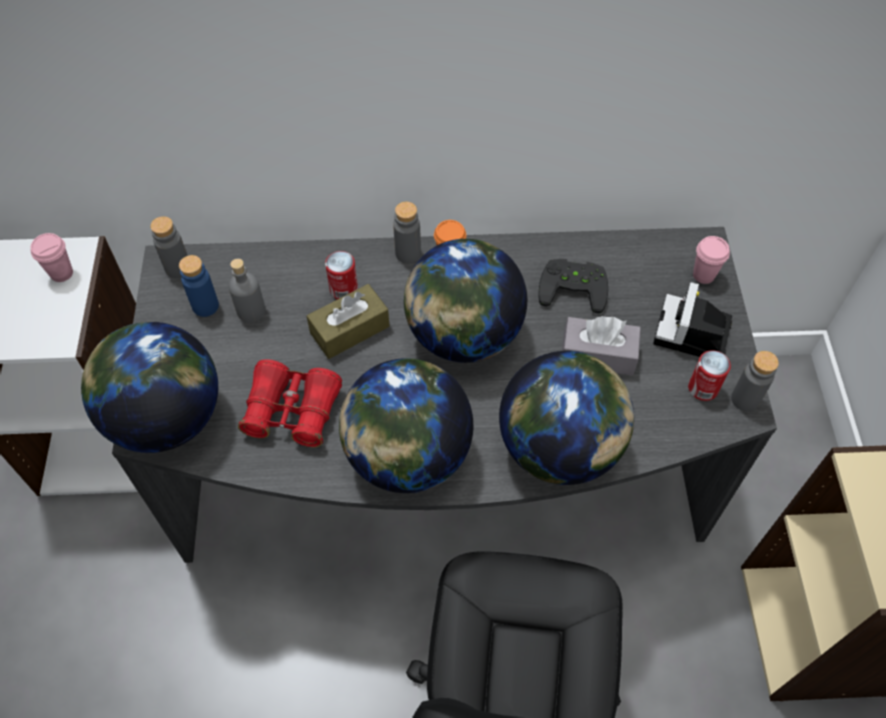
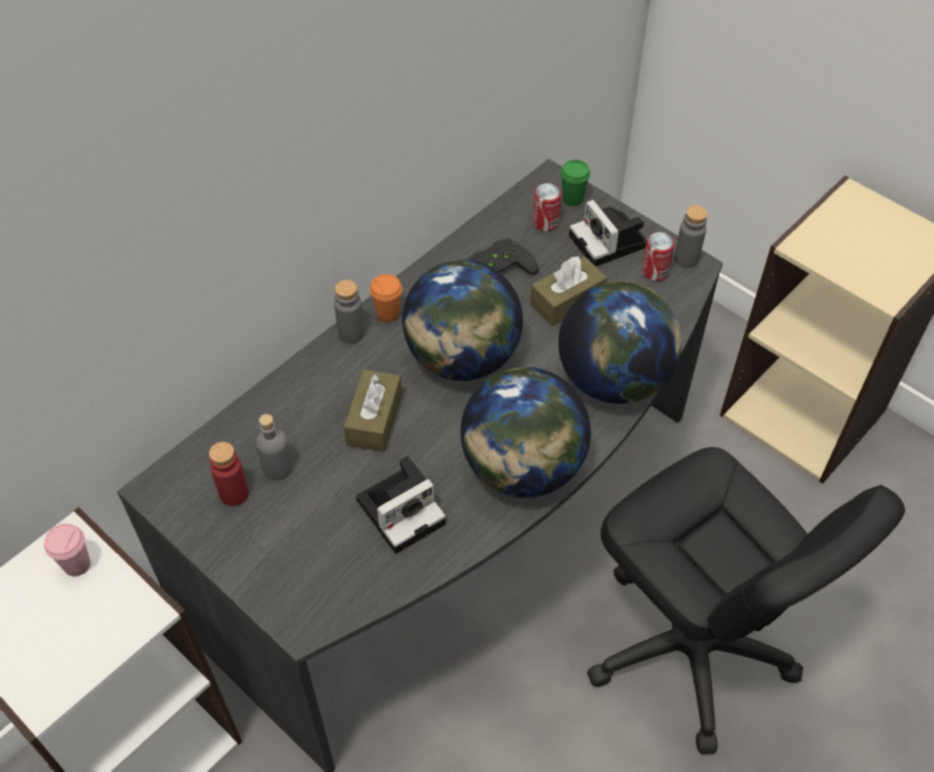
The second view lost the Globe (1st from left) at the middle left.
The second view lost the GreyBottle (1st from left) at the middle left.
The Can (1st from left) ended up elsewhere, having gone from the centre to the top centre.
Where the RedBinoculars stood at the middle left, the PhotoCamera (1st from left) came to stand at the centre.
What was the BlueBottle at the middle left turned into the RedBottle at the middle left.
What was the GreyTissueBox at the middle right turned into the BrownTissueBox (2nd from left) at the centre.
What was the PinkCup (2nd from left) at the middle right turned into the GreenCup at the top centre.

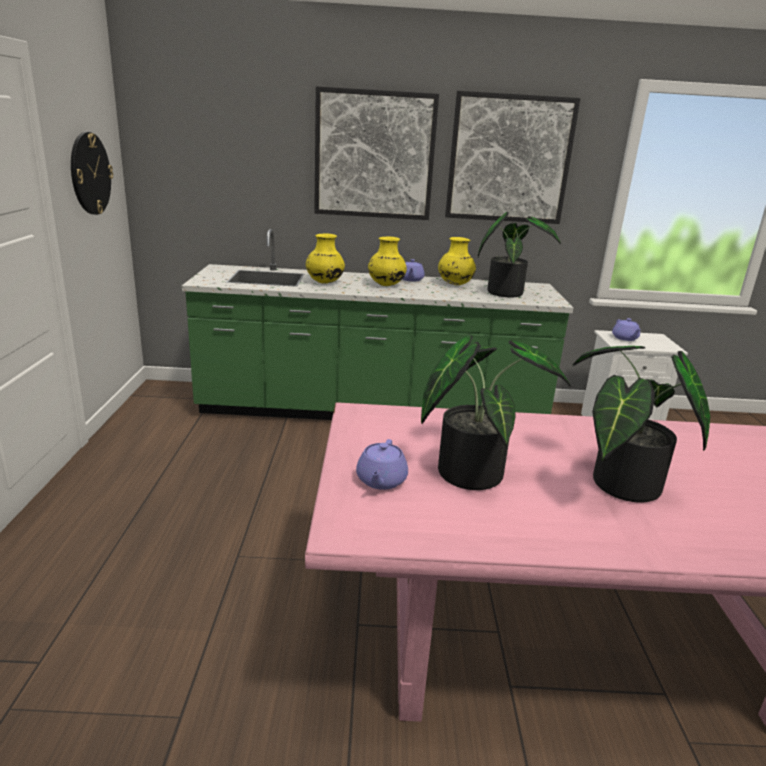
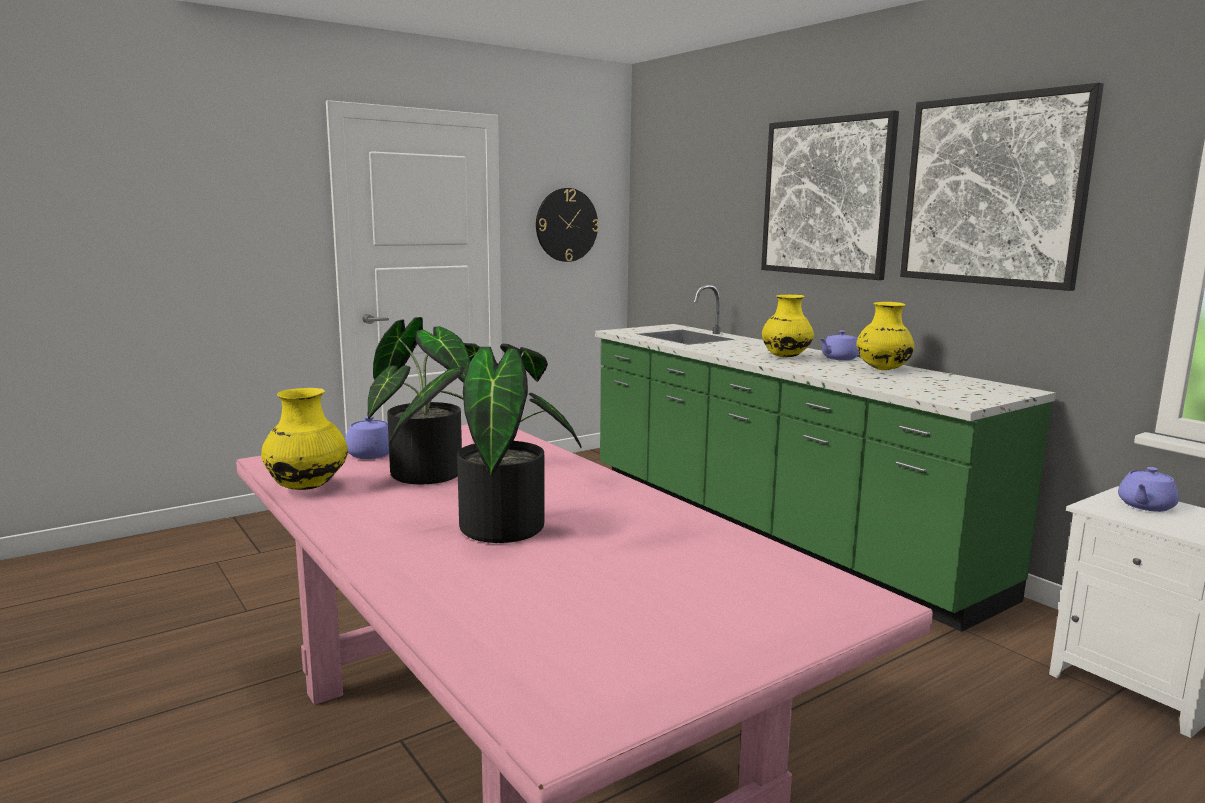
The second view lost the PottedPlant (2nd from left) at the top right.
The YellowVase (1st from left) ended up elsewhere, having gone from the centre to the middle left.

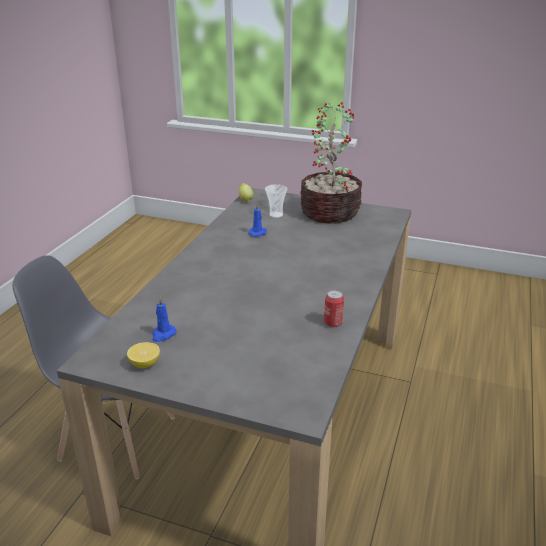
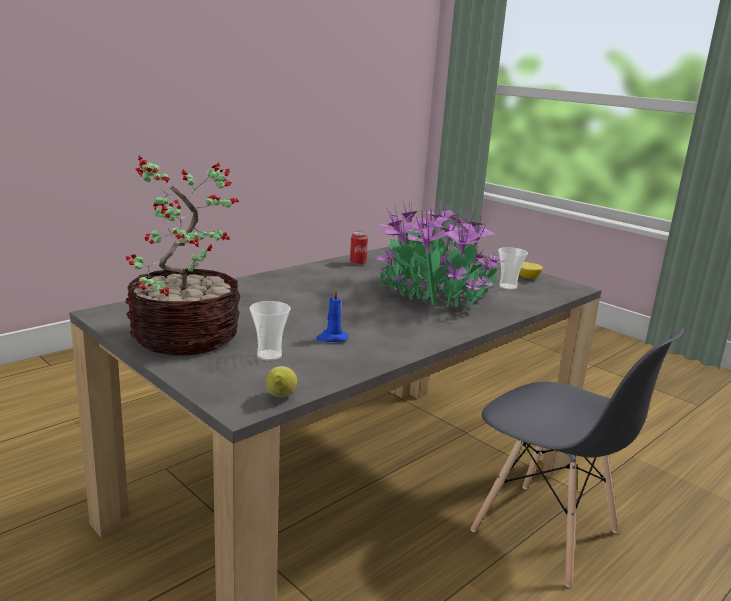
The second view gained the PottedPlant (2nd from left) at the centre.
Where the BlueCandle (1st from left) stood at the middle left, the Cup (2nd from left) came to stand at the middle right.

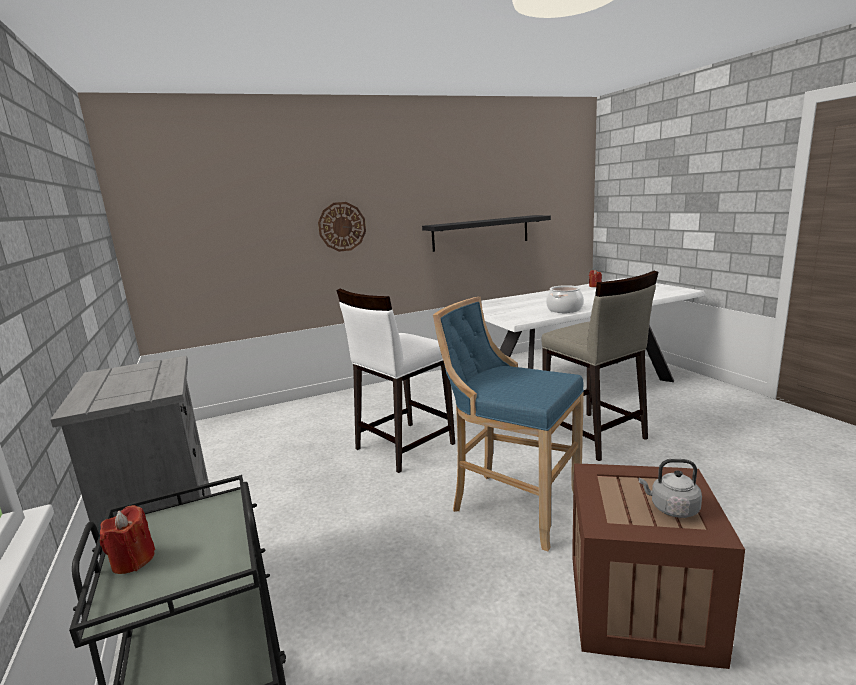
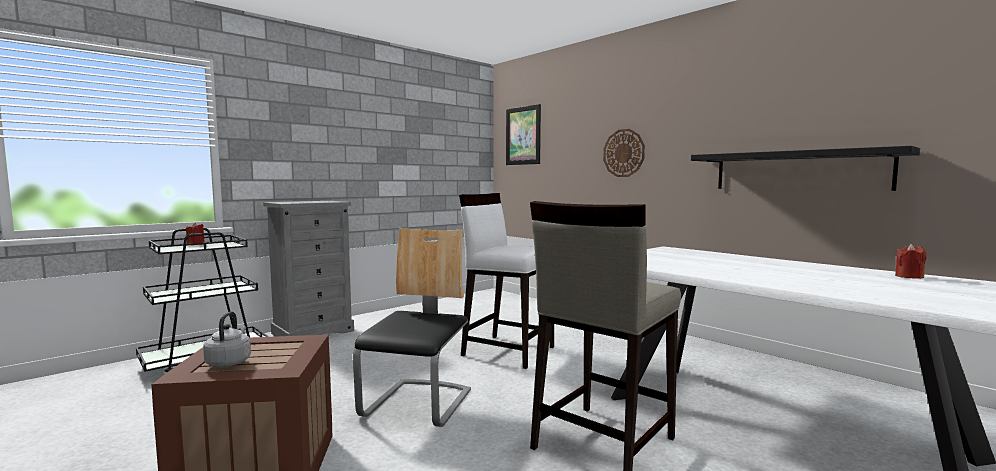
The second view lost the CookingPot at the centre.
The second view gained the Picture at the top centre.
Where the BlueStool stood at the centre, the Chair came to stand at the bottom centre.

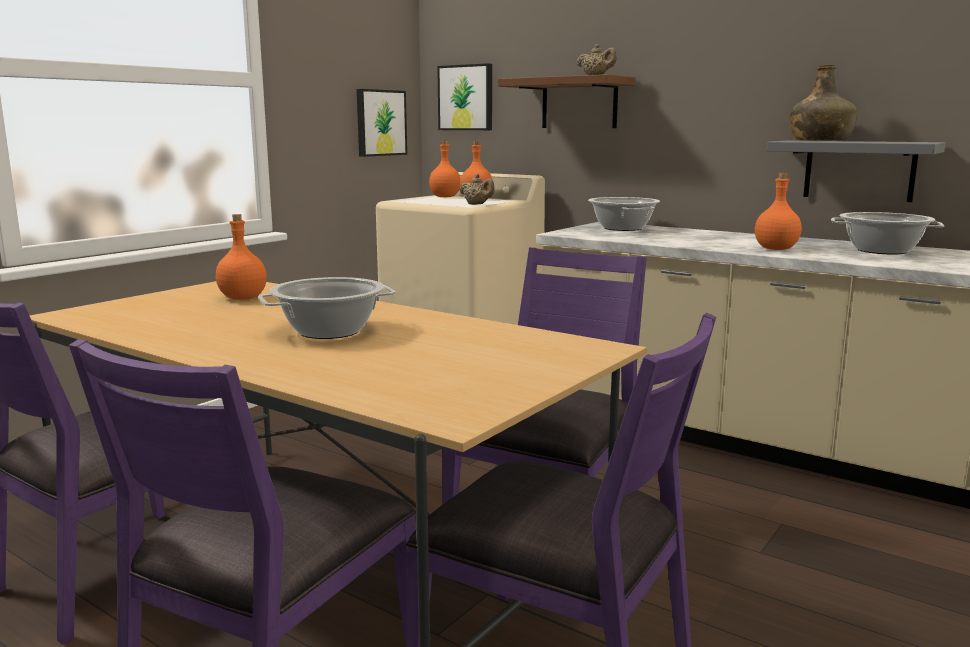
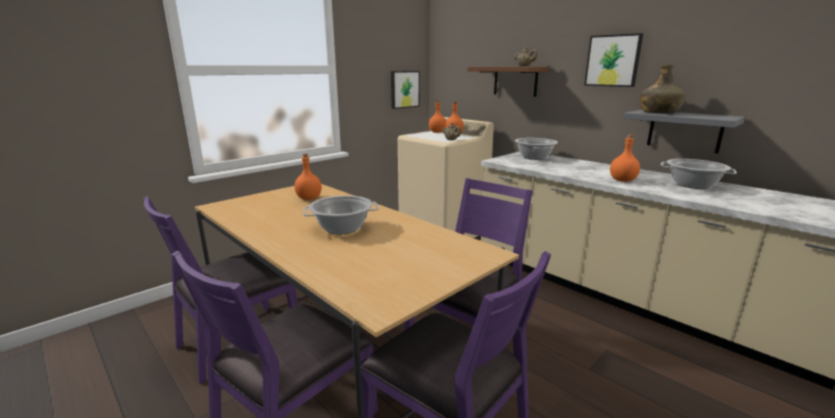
The Picture (2nd from left) ended up elsewhere, having gone from the top centre to the top right.

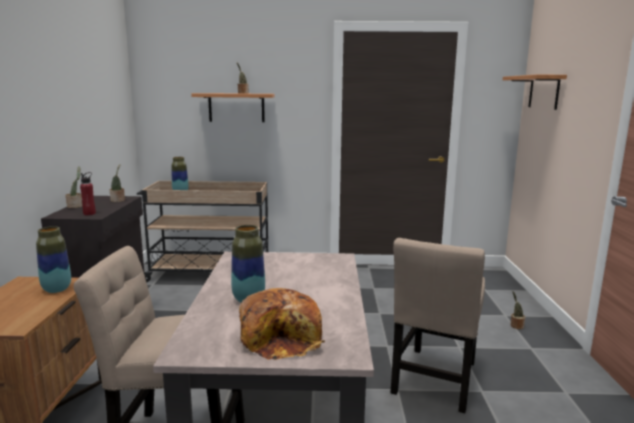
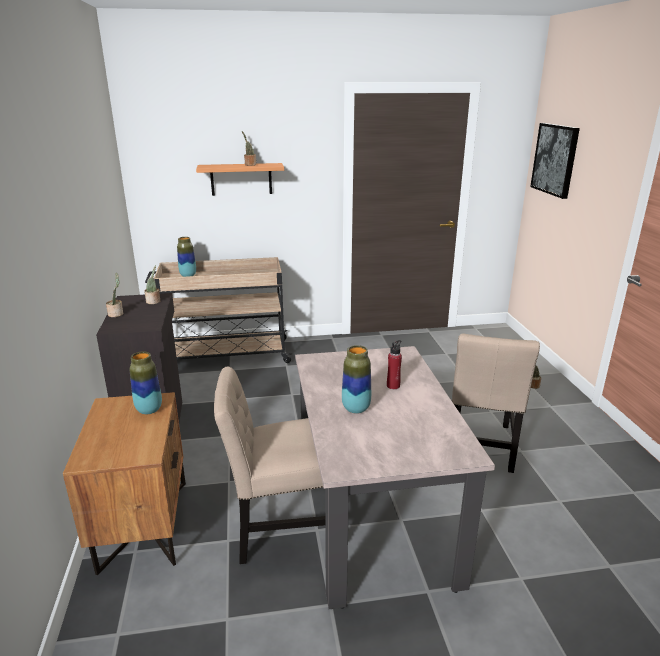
The second view lost the Bread at the bottom centre.
The RedBottle ended up elsewhere, having gone from the middle left to the centre.
Where the Shelf (2nd from left) hung at the top right, the Picture came to hang at the top right.

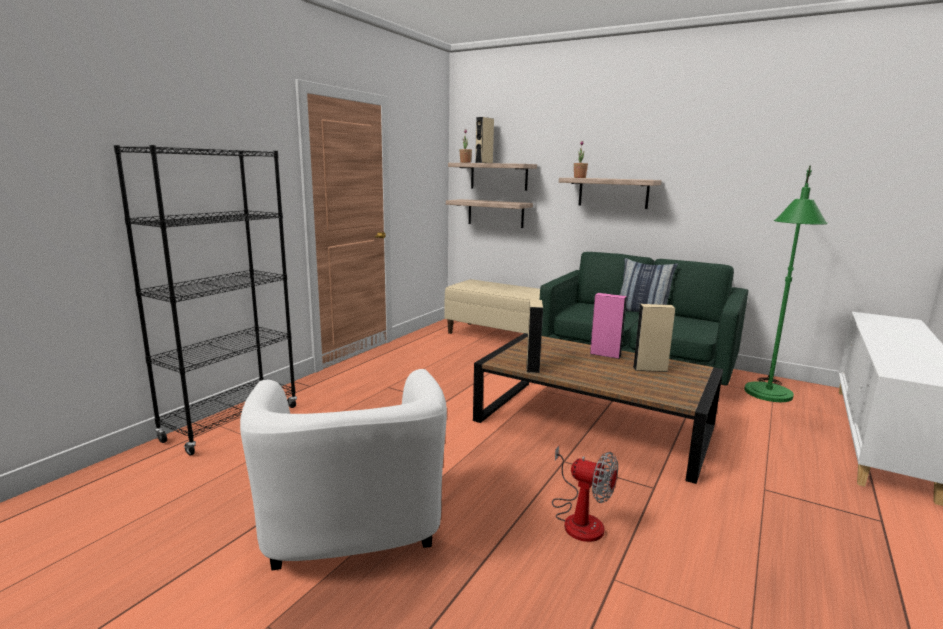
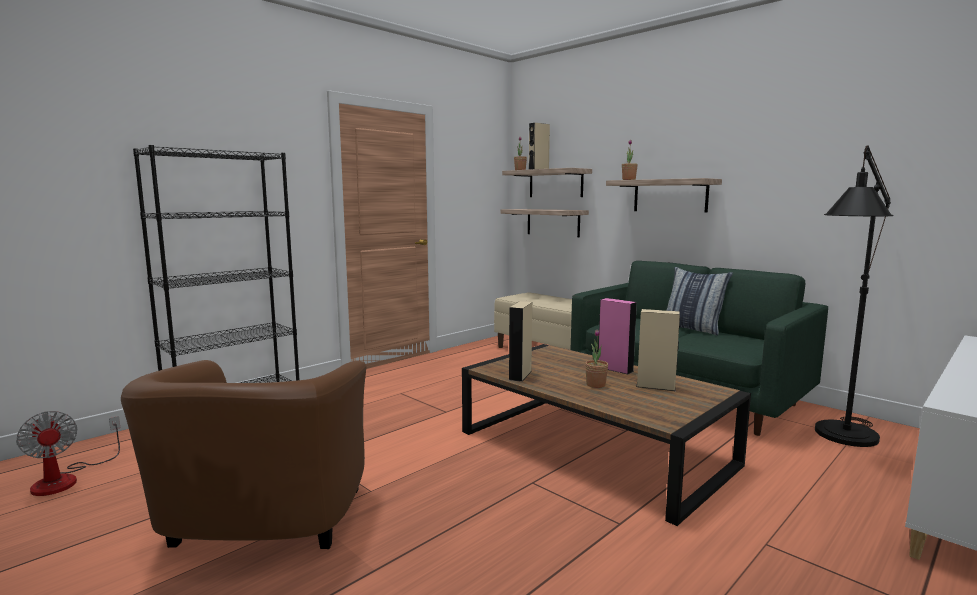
The second view gained the PottedPlant (2nd from left) at the centre.
The Fan ended up elsewhere, having gone from the bottom centre to the bottom left.
What was the WhiteArmchair at the bottom centre turned into the BrownArmchair at the bottom left.
What was the GreenFloorLamp at the middle right turned into the BlackFloorLamp at the middle right.

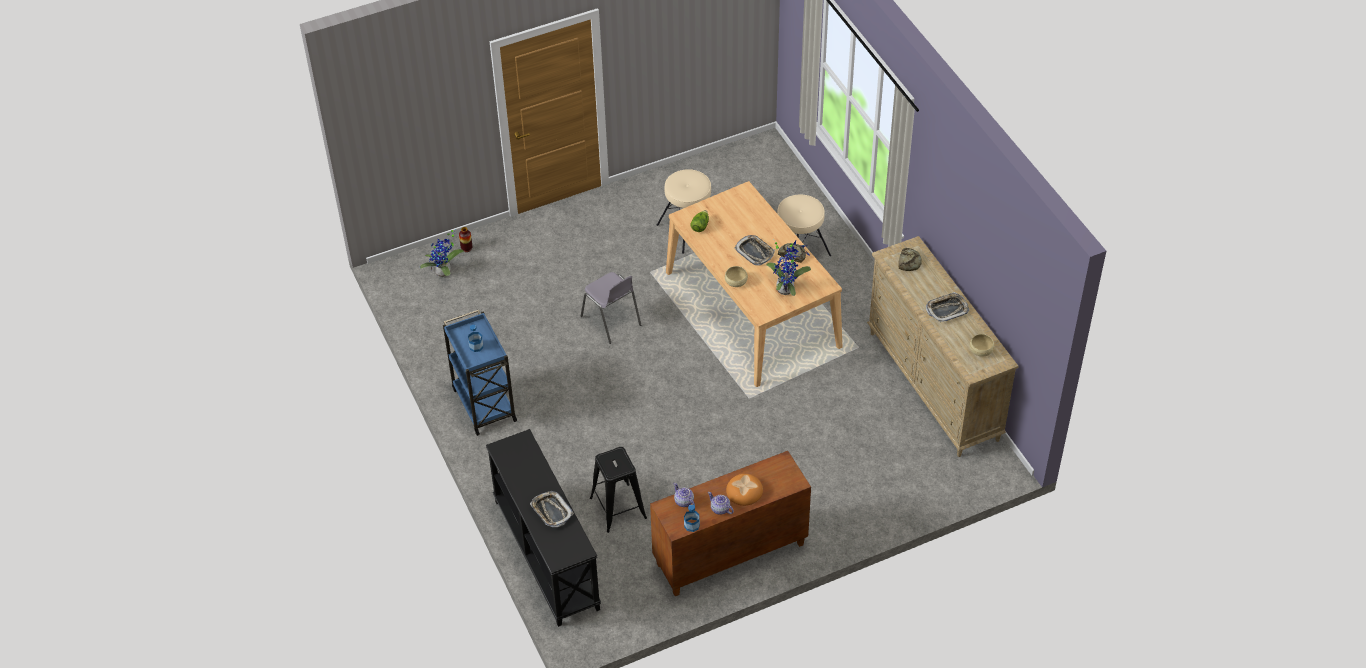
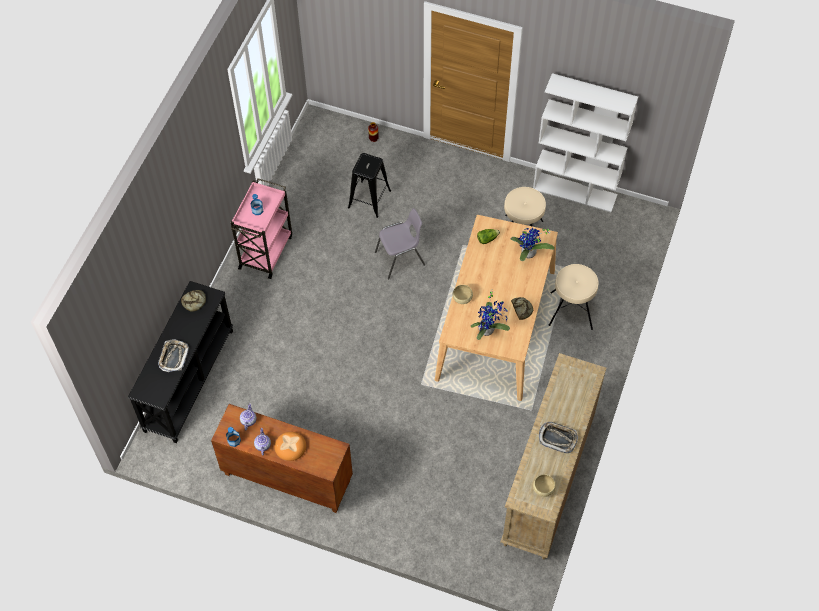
The second view lost the Tray (2nd from left) at the centre.
The second view gained the WhiteBookcase at the top right.
The PottedPlant (1st from left in the first image) ended up elsewhere, having gone from the middle left to the centre.
The BlackStool ended up elsewhere, having gone from the bottom centre to the top centre.
The Bread (3rd from left in the first image) ended up elsewhere, having gone from the centre to the middle left.
What was the BlueCart at the centre turned into the PinkCart at the middle left.
The GreyChair at the centre ended up facing another way, 120 degrees counterclockwise from before.

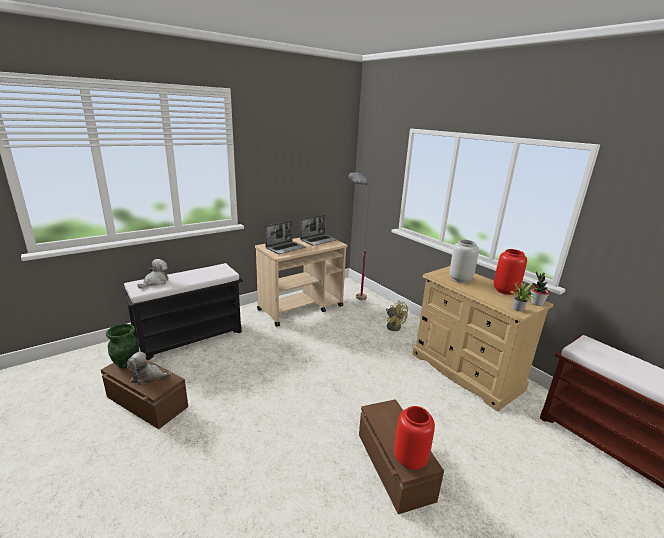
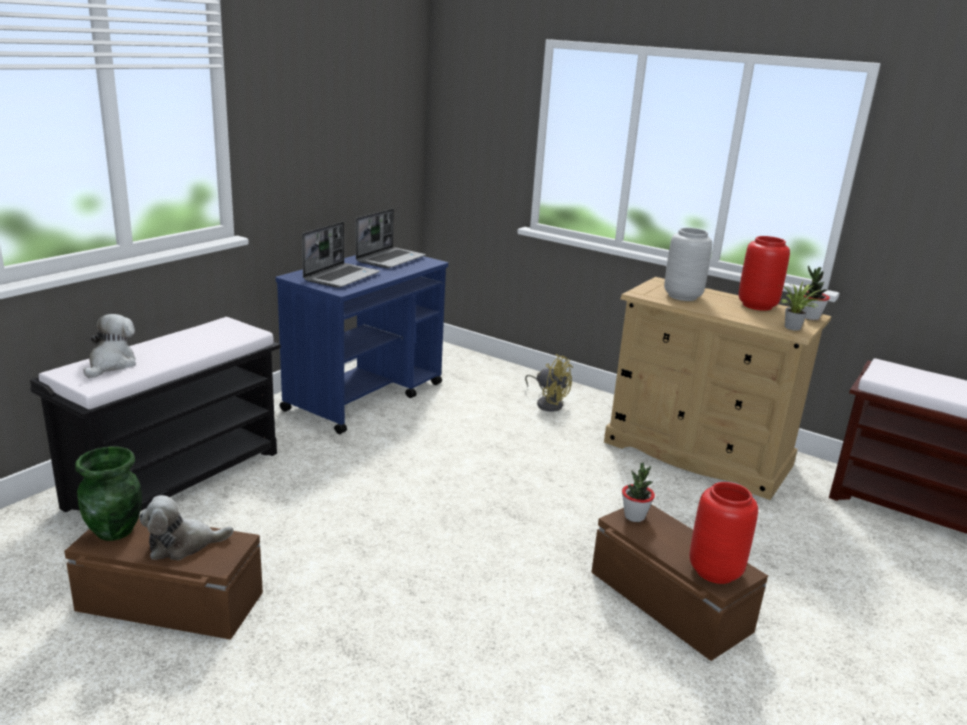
The second view lost the GreyFloorLamp at the centre.
The second view gained the PottedPlant (1st from left) at the bottom centre.
What was the BeigeCart at the centre turned into the BlueCart at the centre.

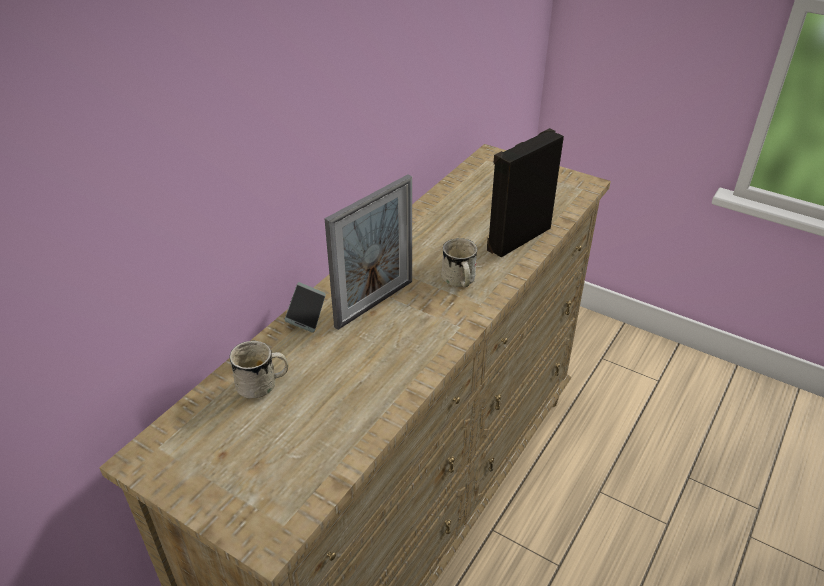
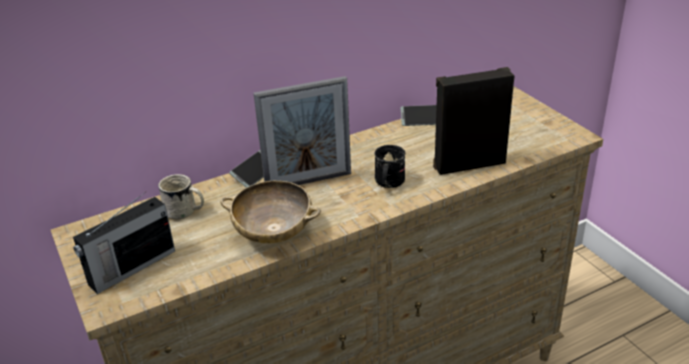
The second view gained the Radio at the bottom left.
The second view gained the BeigeBowl at the centre.
The second view gained the Phone (2nd from left) at the top centre.
What was the WhiteMug (2nd from left) at the centre turned into the BlackMug at the centre.

